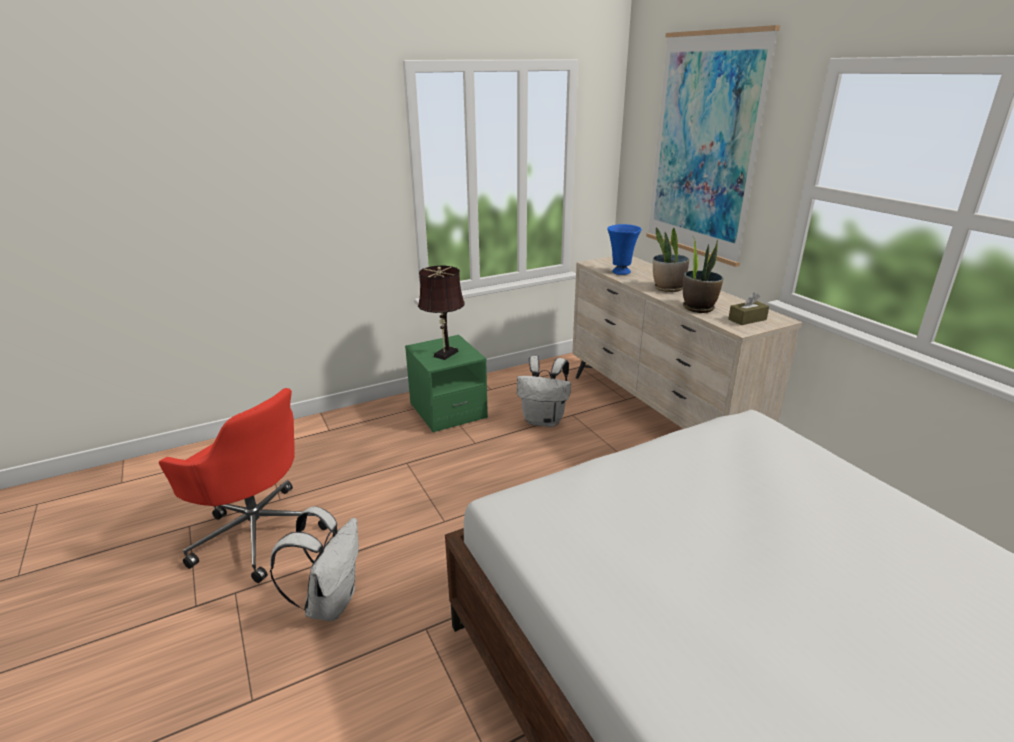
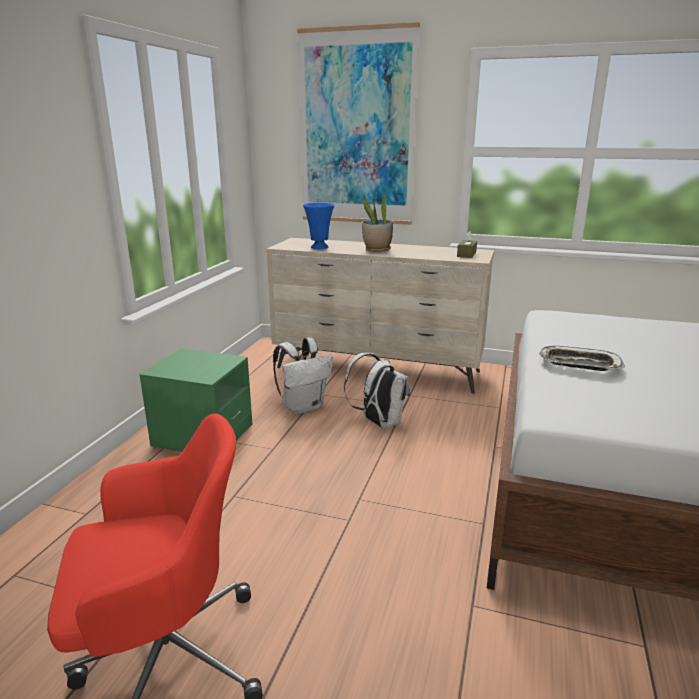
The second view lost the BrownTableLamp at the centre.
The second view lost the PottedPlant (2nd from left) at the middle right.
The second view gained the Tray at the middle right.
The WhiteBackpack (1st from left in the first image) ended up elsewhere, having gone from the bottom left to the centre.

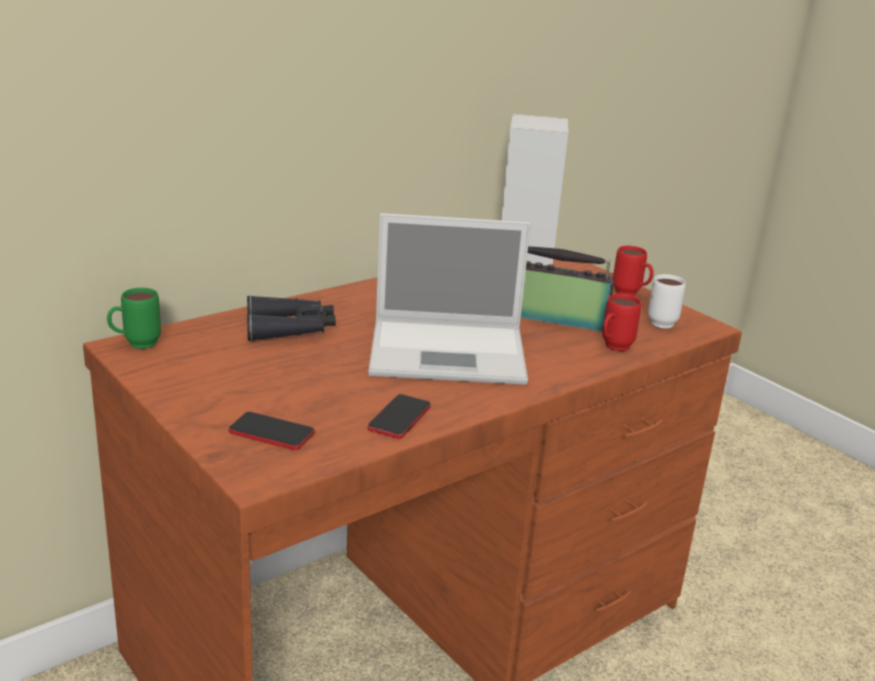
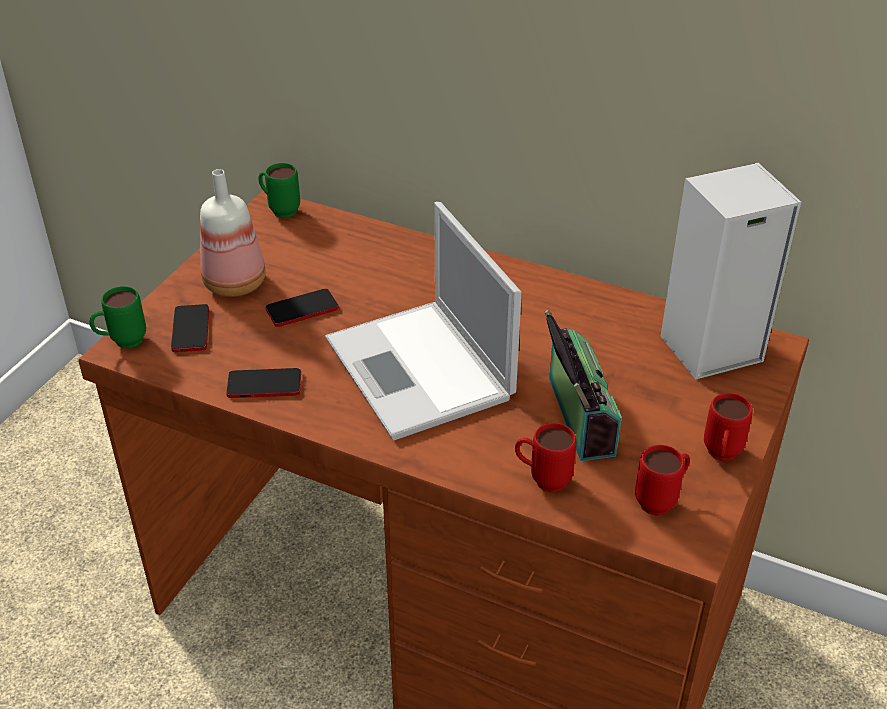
The second view lost the BlackBinoculars at the middle left.
The second view gained the GreenMug (1st from left) at the middle left.
The second view gained the Bottle at the top left.
The second view gained the Phone (3rd from left) at the centre.
What was the WhiteMug at the middle right turned into the RedMug (2nd from left) at the bottom right.

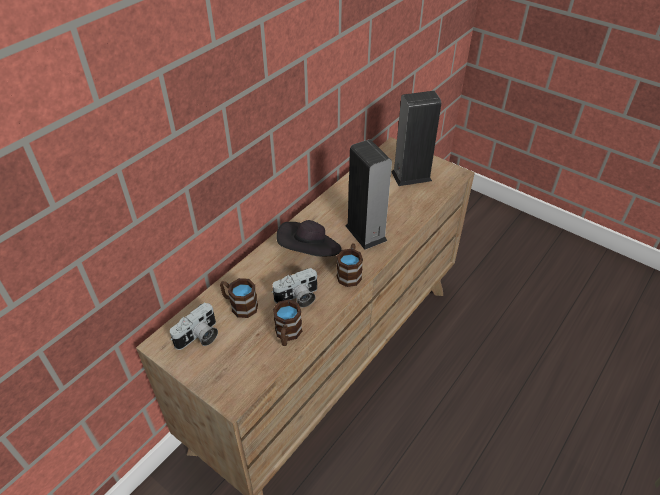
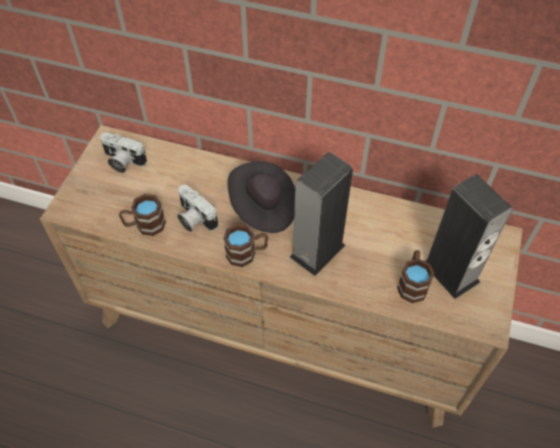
The BrownMug (1st from left in the first image) ended up elsewhere, having gone from the centre to the middle right.

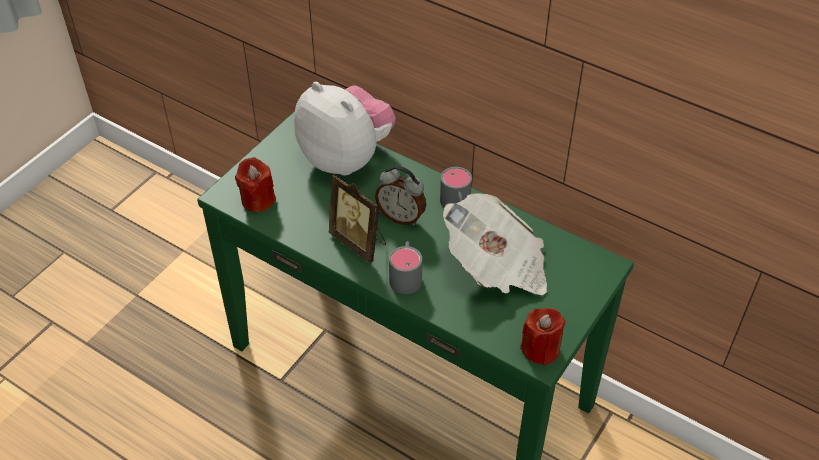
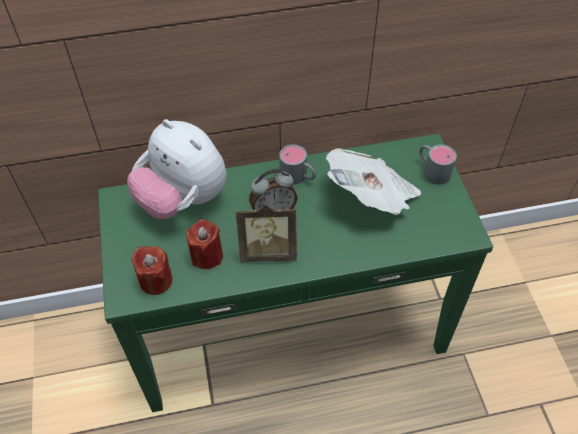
The GreyMug (1st from left in the first image) ended up elsewhere, having gone from the centre to the middle right.
The RedCandle (2nd from left) ended up elsewhere, having gone from the bottom centre to the centre.
The PlushToy at the top centre ended up facing another way, 135 degrees counterclockwise from before.

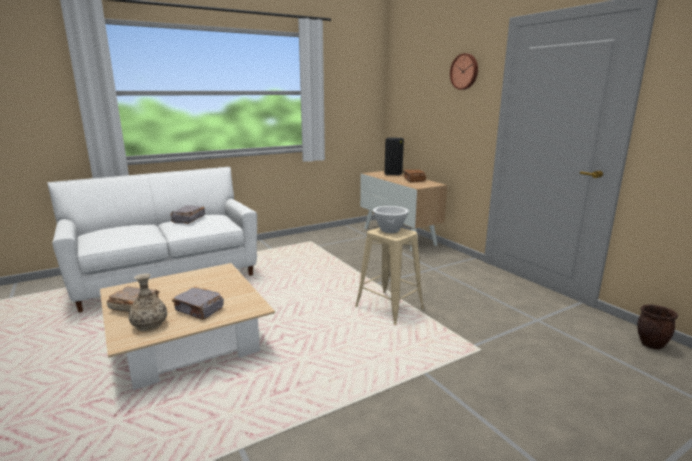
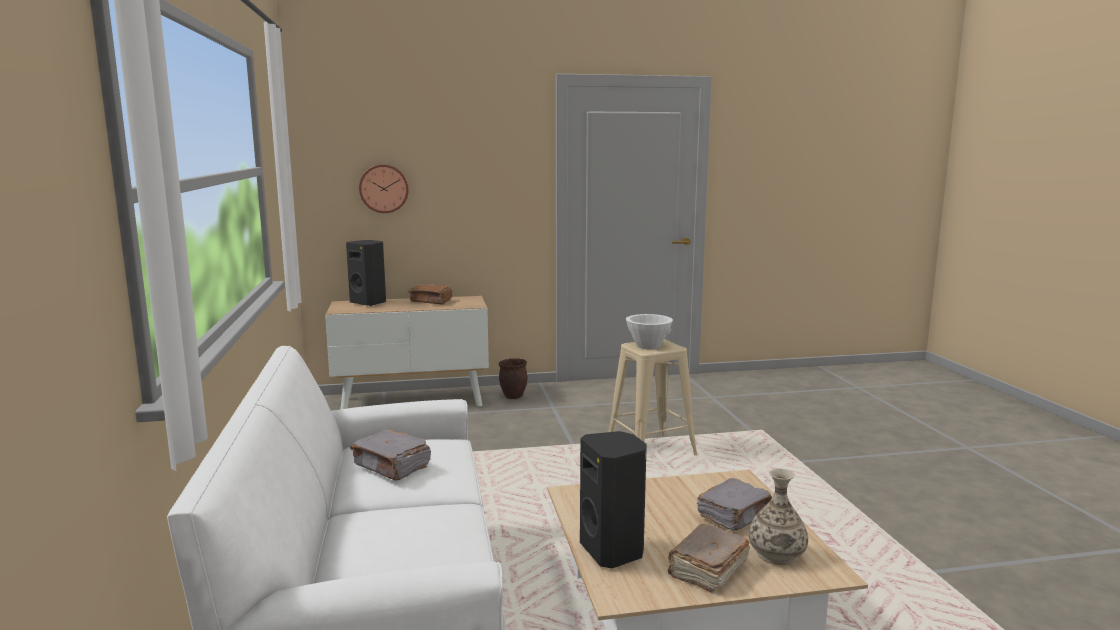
The second view gained the BlackSpeaker (2nd from left) at the bottom centre.
The WallClock ended up elsewhere, having gone from the top right to the top centre.
The BrownPlanter ended up elsewhere, having gone from the bottom right to the centre.

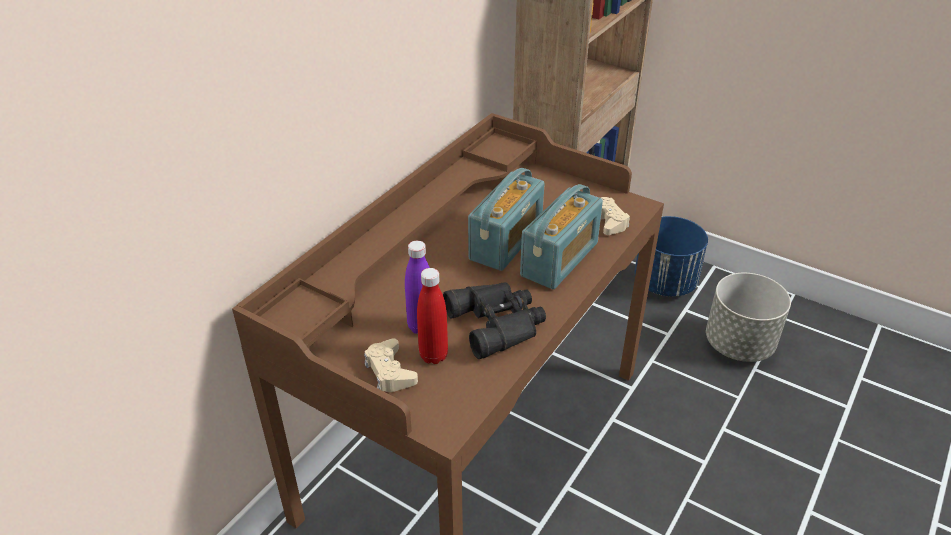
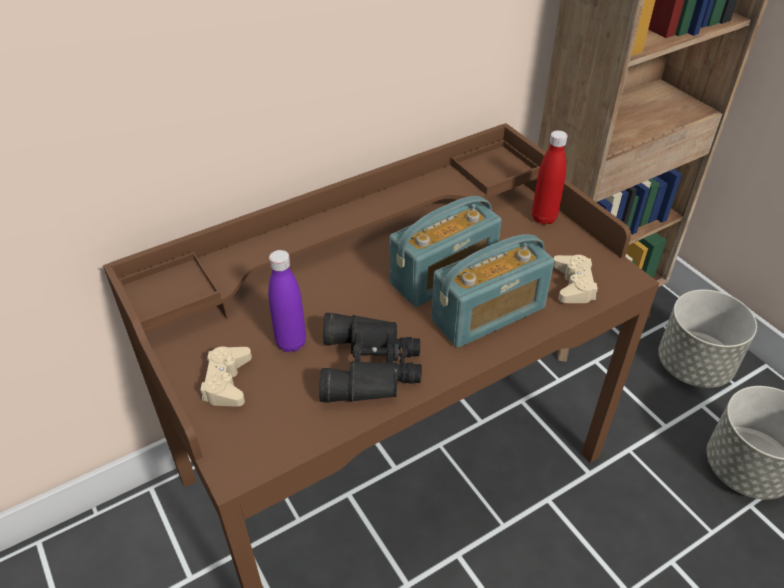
The RedBottle ended up elsewhere, having gone from the centre to the top right.
What was the BluePlanter at the middle right turned into the GreyPlanter (1st from left) at the middle right.

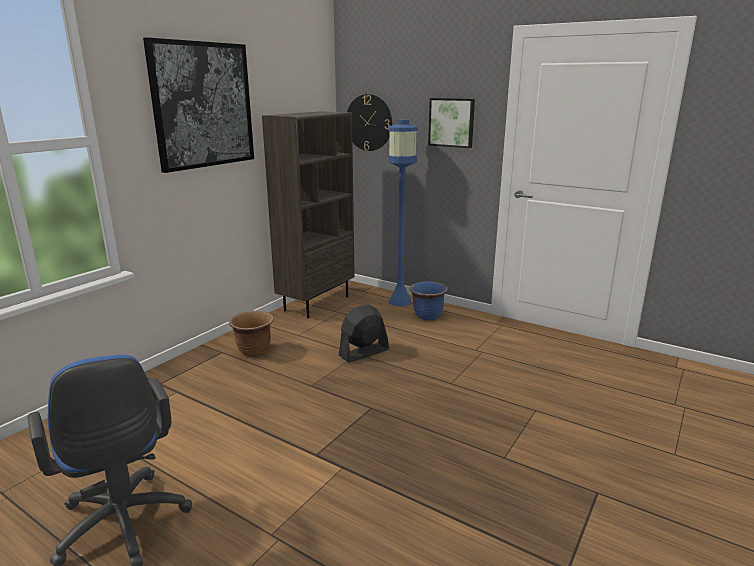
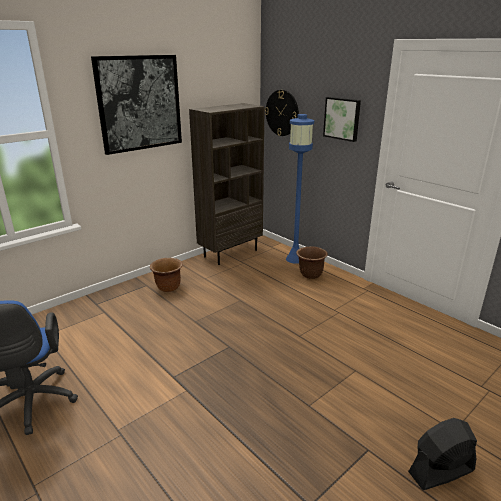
The BlackFan ended up elsewhere, having gone from the centre to the bottom right.
What was the BluePlanter at the centre turned into the BrownPlanter (2nd from left) at the centre.

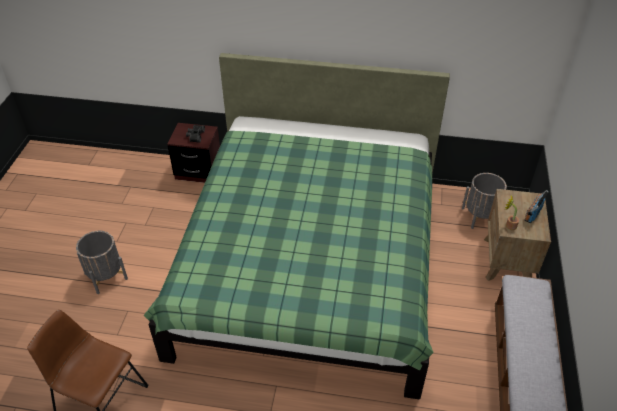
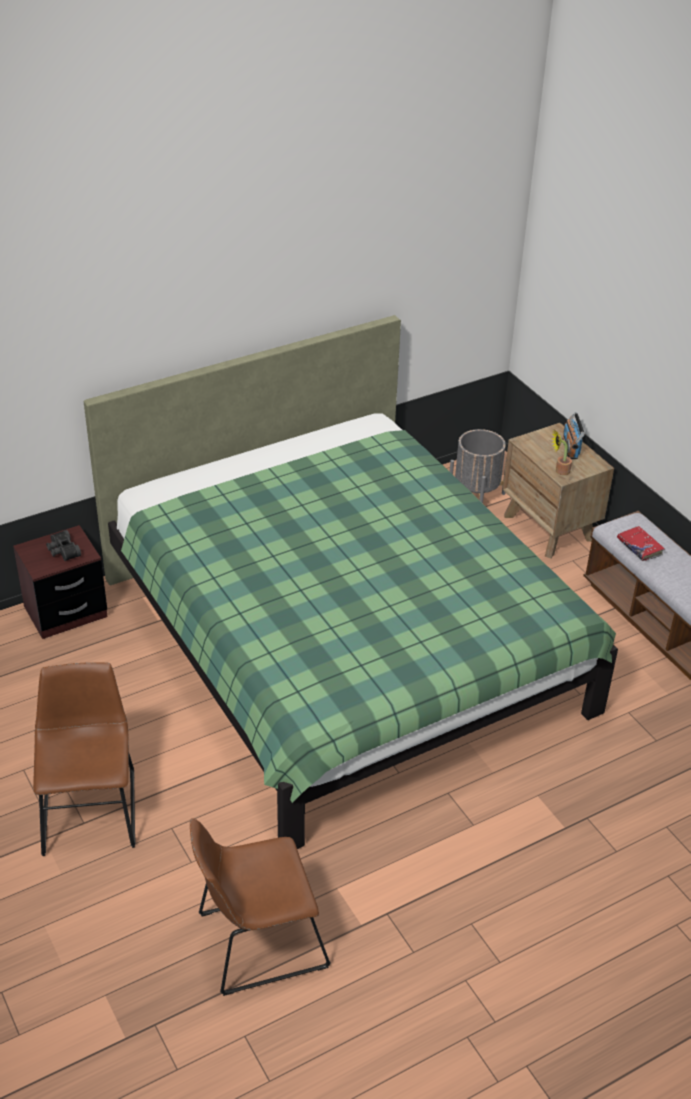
The second view gained the RedBook at the middle right.
Where the GreyPlanter (1st from left) stood at the middle left, the BrownChair (1st from left) came to stand at the bottom left.

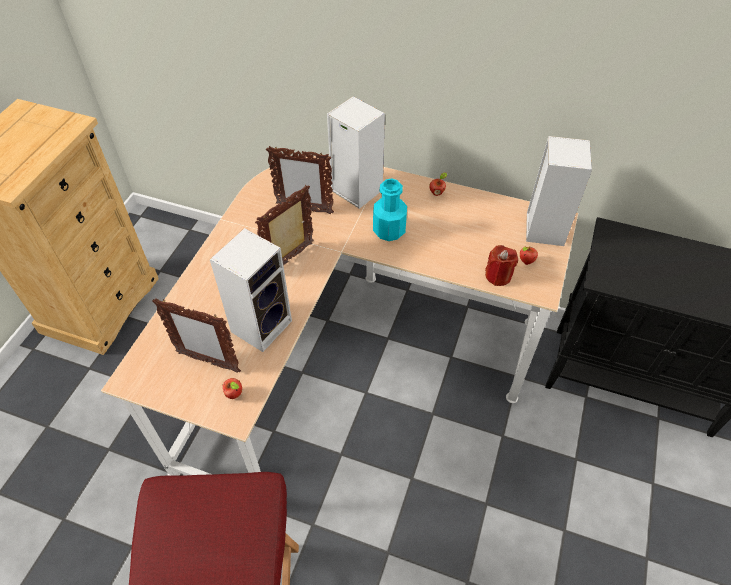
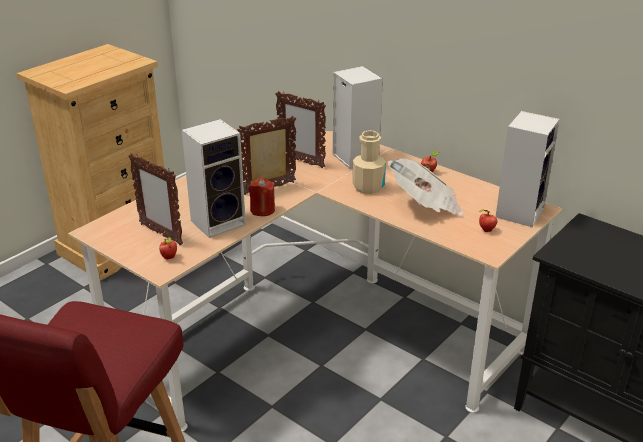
The second view gained the Newspaper at the centre.
The RedCandle ended up elsewhere, having gone from the middle right to the centre.
What was the TurquoiseBottle at the centre turned into the BeigeBottle at the centre.

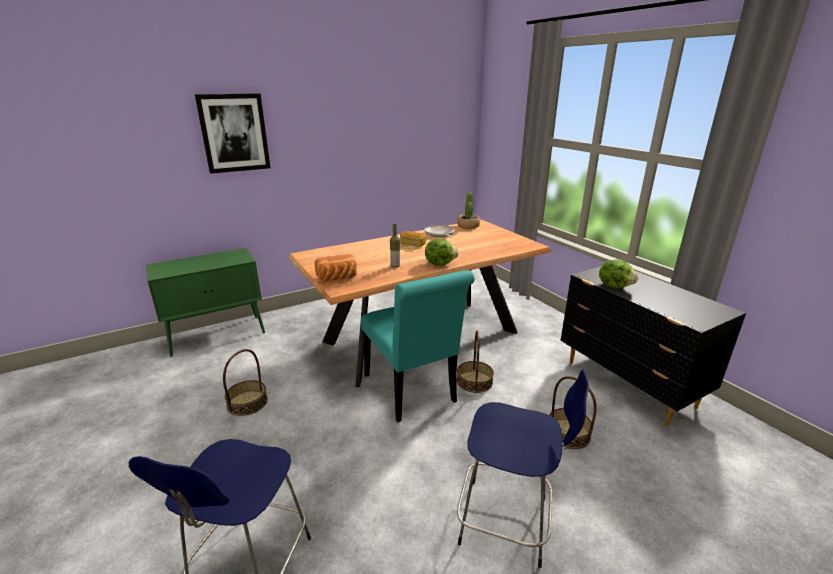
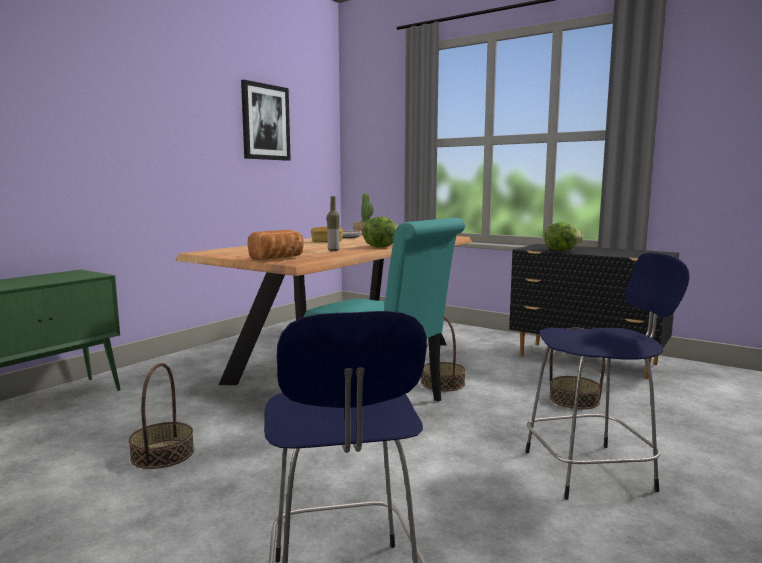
The Picture ended up elsewhere, having gone from the top left to the top centre.

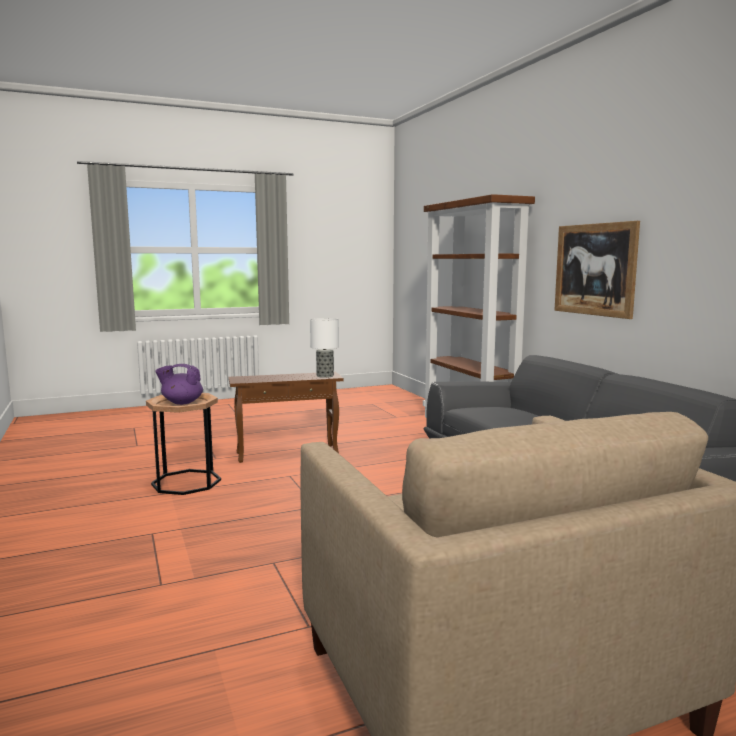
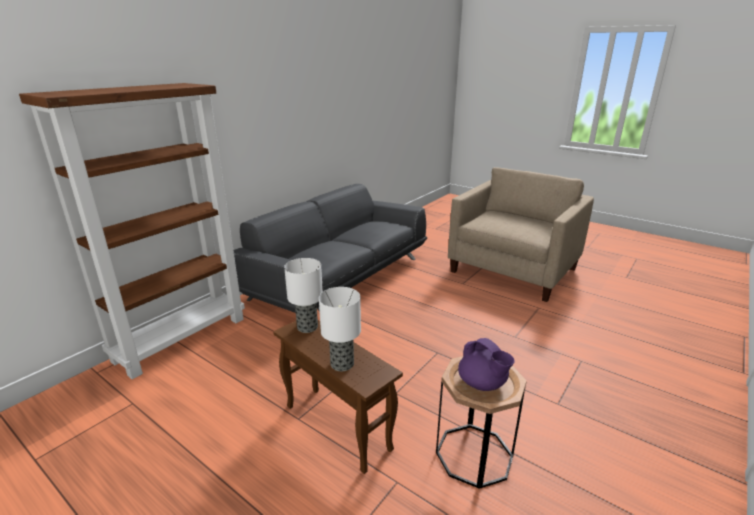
The second view lost the Picture at the middle right.
The second view gained the TableLamp (2nd from left) at the centre.

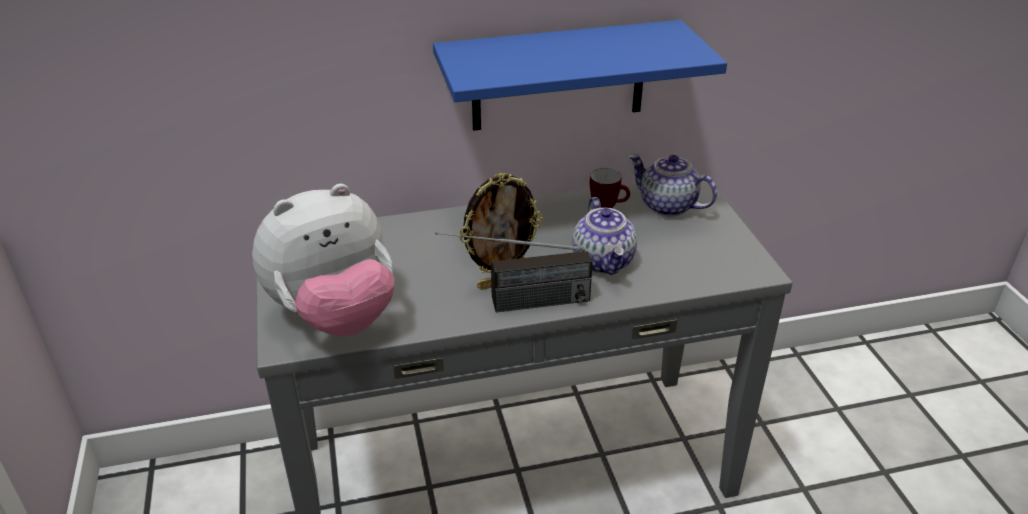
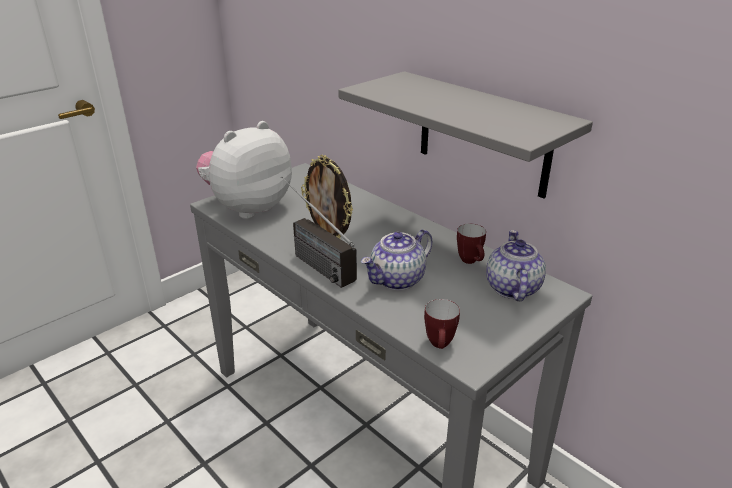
The second view gained the Mug (1st from left) at the centre.
What was the BlueShelf at the top centre turned into the GreyShelf at the top centre.
The PlushToy at the middle left ended up facing another way, 105 degrees clockwise from before.

